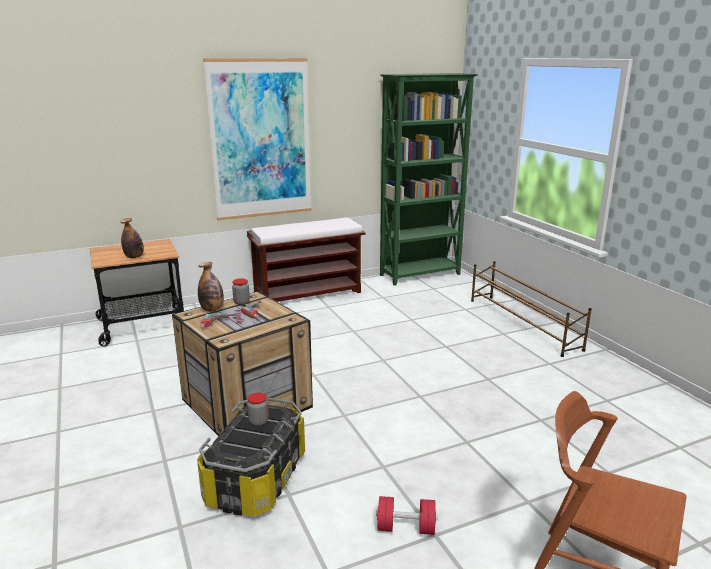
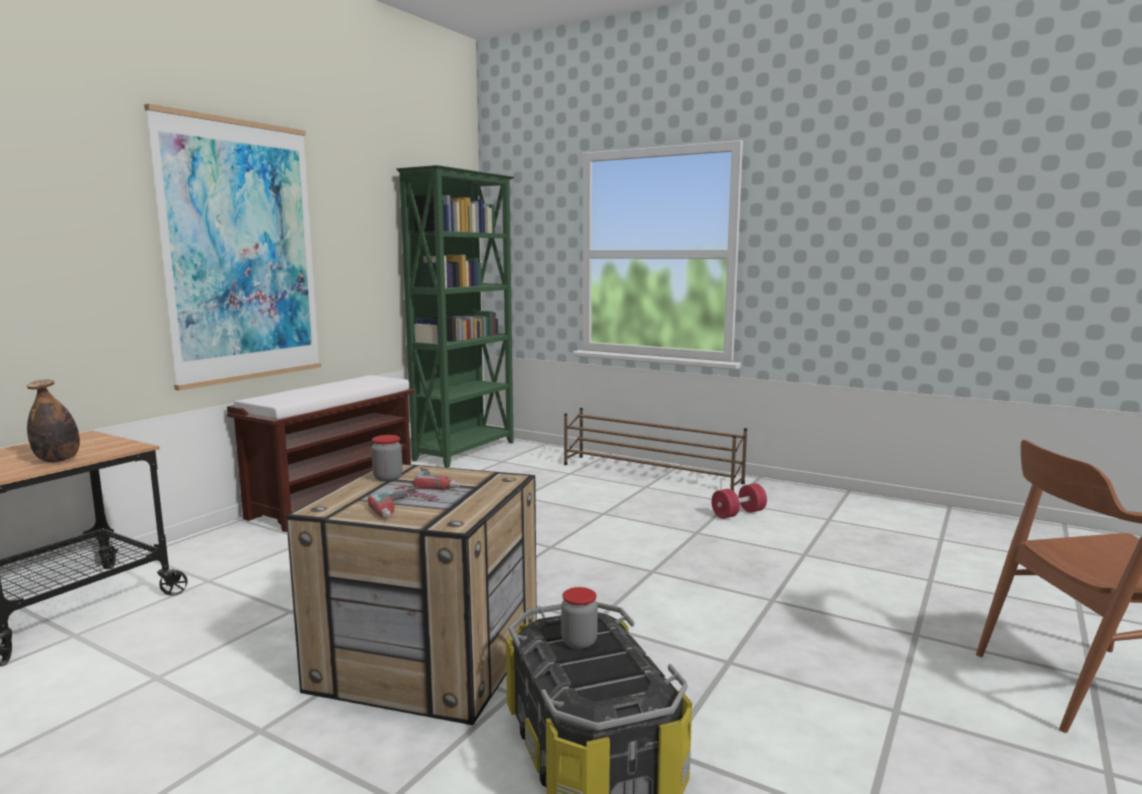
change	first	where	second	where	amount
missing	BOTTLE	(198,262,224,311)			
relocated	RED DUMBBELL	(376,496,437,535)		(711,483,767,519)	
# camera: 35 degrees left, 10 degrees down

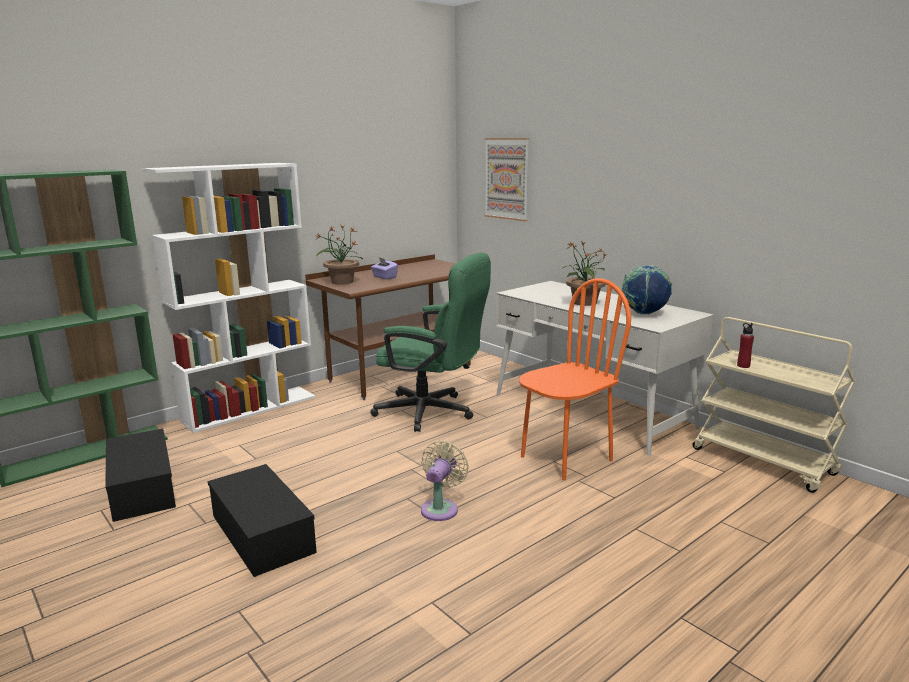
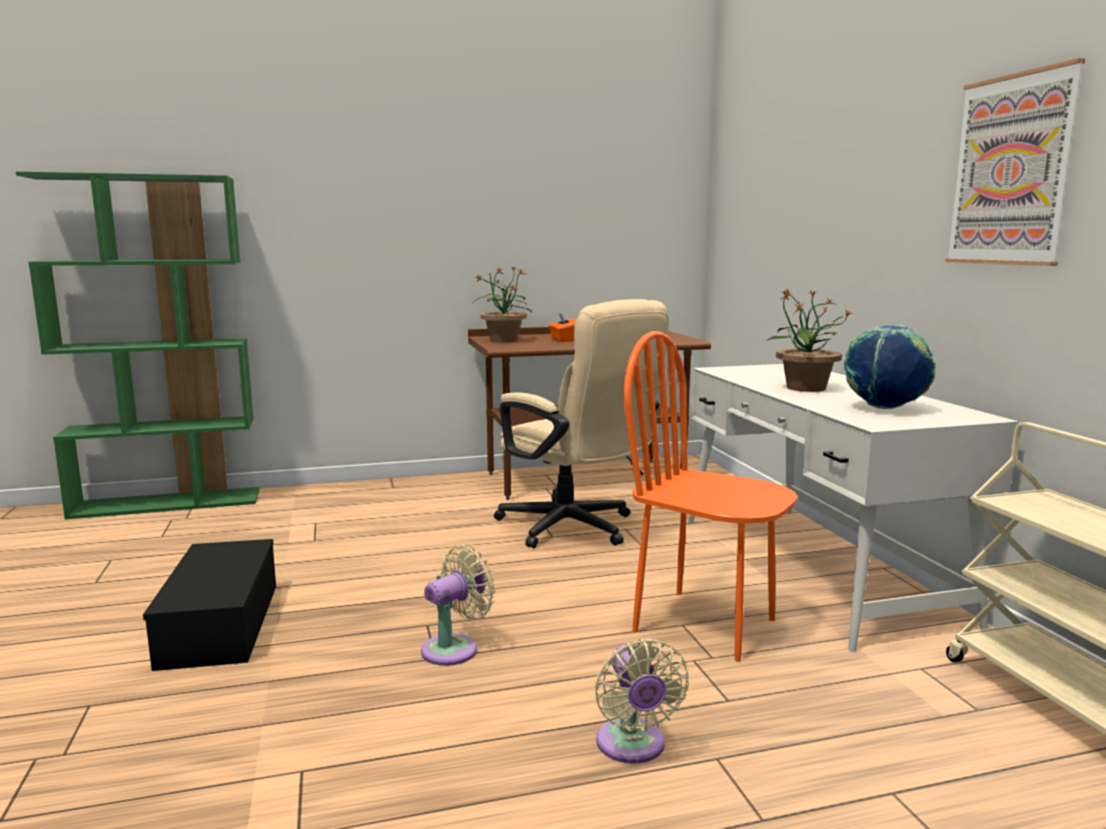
change	first	where	second	where	amount
relocated	PICTURE	(485,138,529,221)		(945,58,1085,266)	
missing	WHITE BOOKCASE	(142,163,315,433)			
colour	GREEN OFFICE CHAIR	(370,252,491,432)	BEIGE OFFICE CHAIR	(494,299,669,548)	
colour	PURPLE TISSUE BOX	(371,258,398,280)	ORANGE TISSUE BOX	(549,312,576,342)	
spun	ORANGE CHAIR	(519,278,631,480)		(624,331,798,662)	135 degrees counterclockwise
missing	RED BOTTLE	(737,323,754,368)			
missing	BLACK STORAGE BOX	(105,429,176,522)			
appeared			BEIGE FAN	(595,639,689,764)	
# camera: 25 degrees right, 5 degrees down

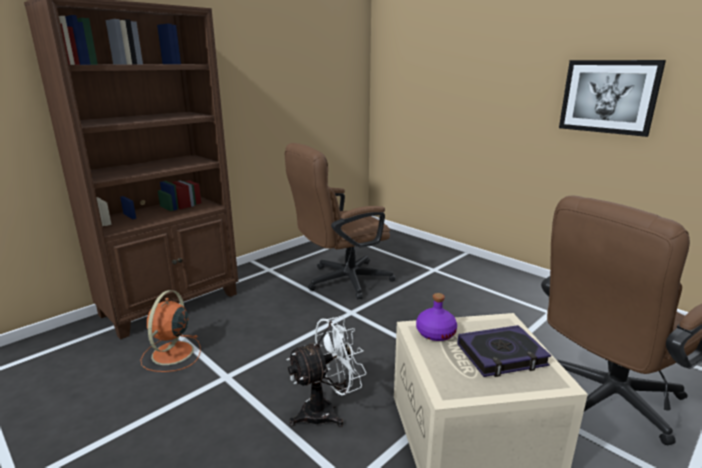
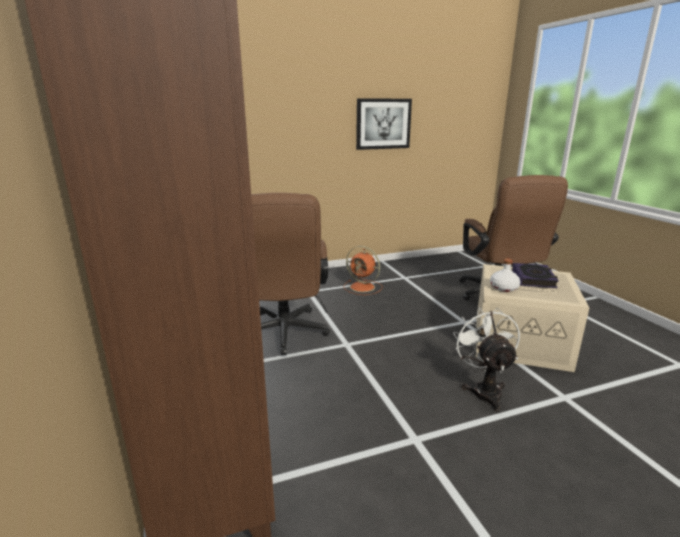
change	first	where	second	where	amount
relocated	ORANGE FAN	(141,290,201,372)		(344,246,383,295)	
colour	PURPLE BOTTLE	(416,293,457,341)	WHITE BOTTLE	(490,258,520,292)	
# camera: 65 degrees left, 0 degrees up

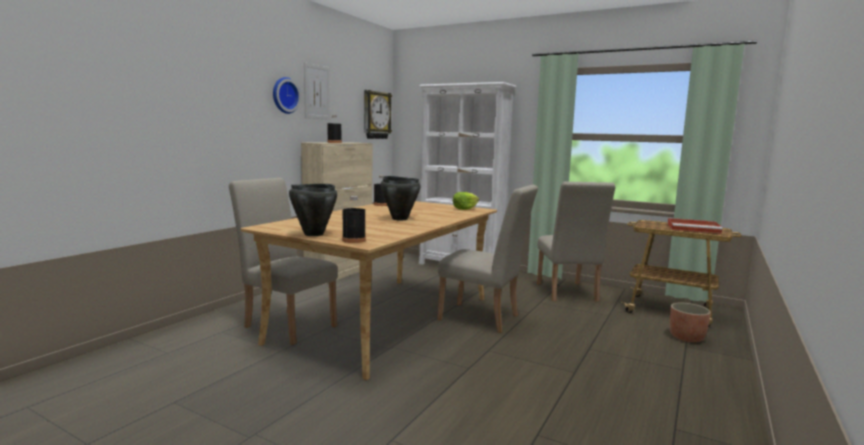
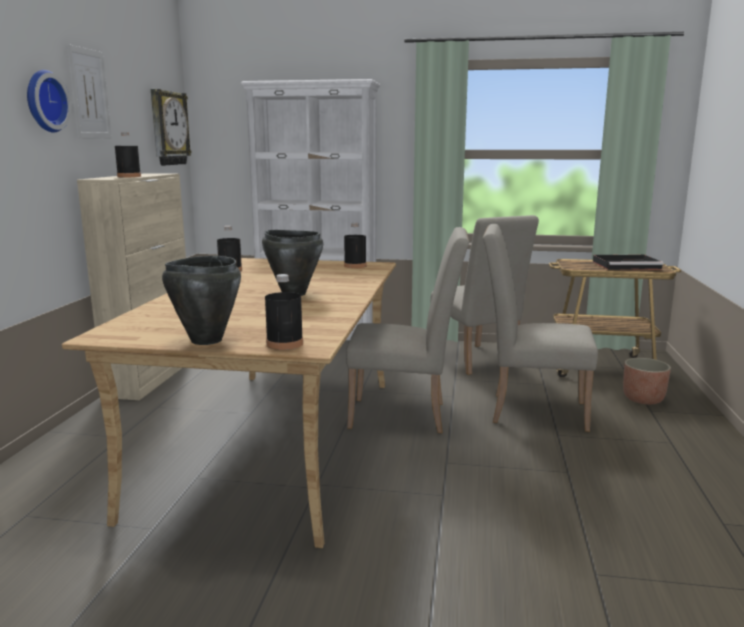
change	first	where	second	where	amount
relocated	BEIGE CHAIR	(229,178,338,345)		(483,224,598,432)	
exchanged	LETTUCE	(453,192,479,210)	BLACK BOTTLE	(344,223,366,268)	
colour	RED TRAY	(668,218,723,234)	BLACK TRAY	(593,255,663,270)	
# camera: 20 degrees left, 5 degrees up

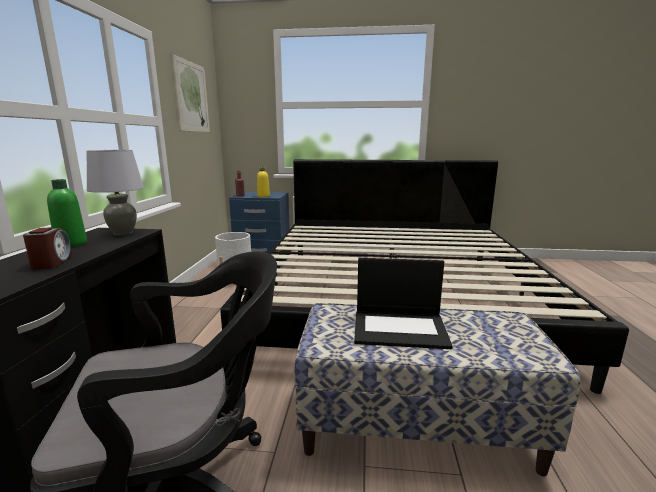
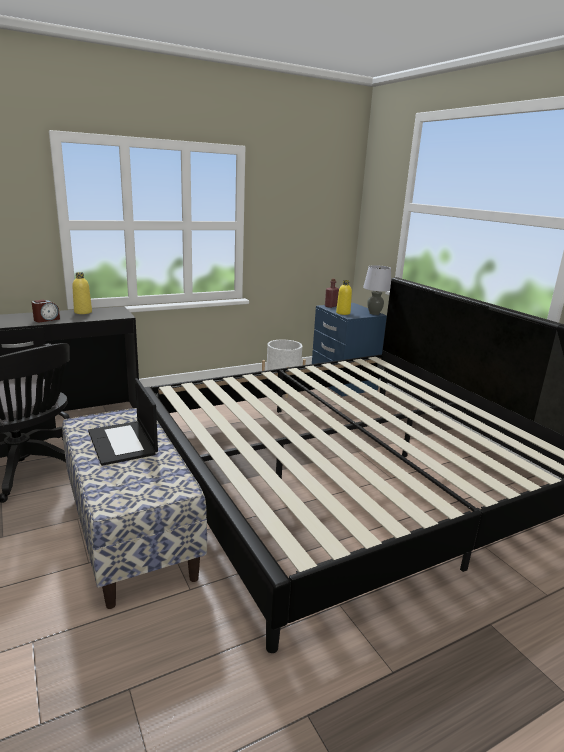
change	first	where	second	where	amount
missing	PICTURE	(172,54,210,132)			
relocated	GREY TABLE LAMP	(86,150,144,235)		(363,265,391,315)	
colour	GREEN BOTTLE	(47,179,87,247)	YELLOW BOTTLE	(72,272,92,314)	
# camera: 55 degrees right, 5 degrees up

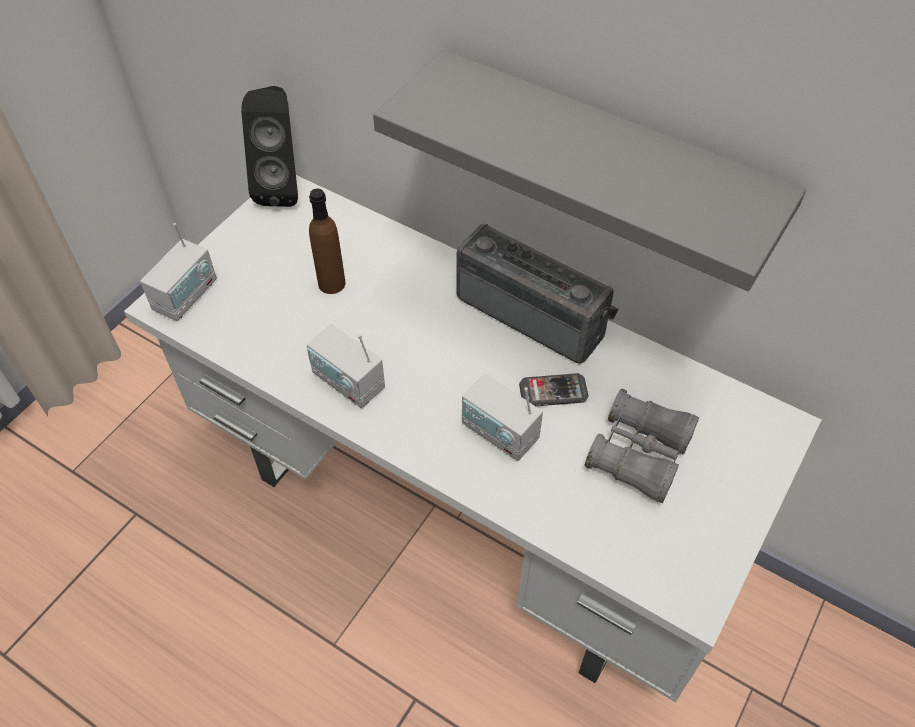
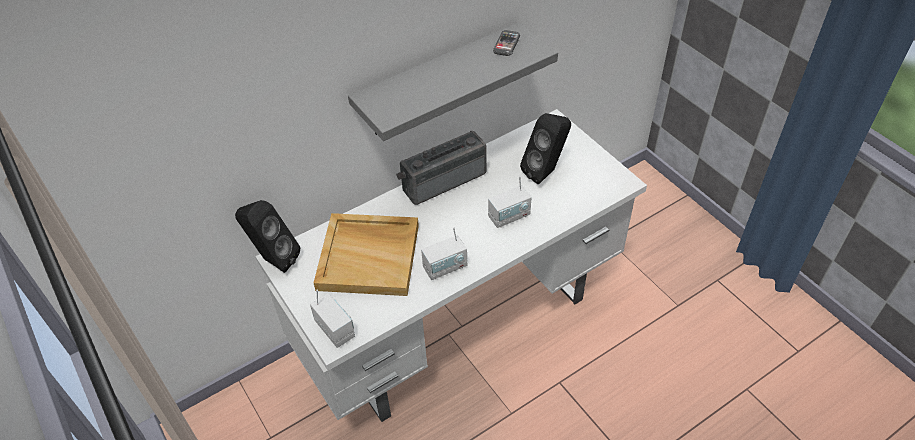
change	first	where	second	where	amount
exchanged	BROWN BOTTLE	(309,189,346,294)	BEIGE TRAY	(314,213,419,296)	
relocated	PHONE	(519,373,588,406)		(493,30,520,56)	
exchanged	GREY BINOCULARS	(585,389,699,503)	BLACK SPEAKER	(520,113,571,184)	
# camera: 65 degrees left, 5 degrees down

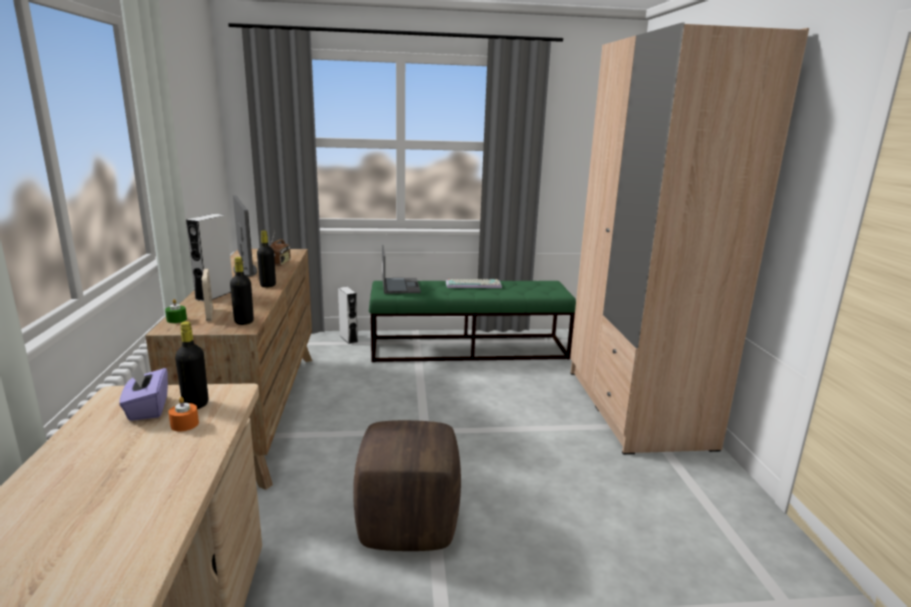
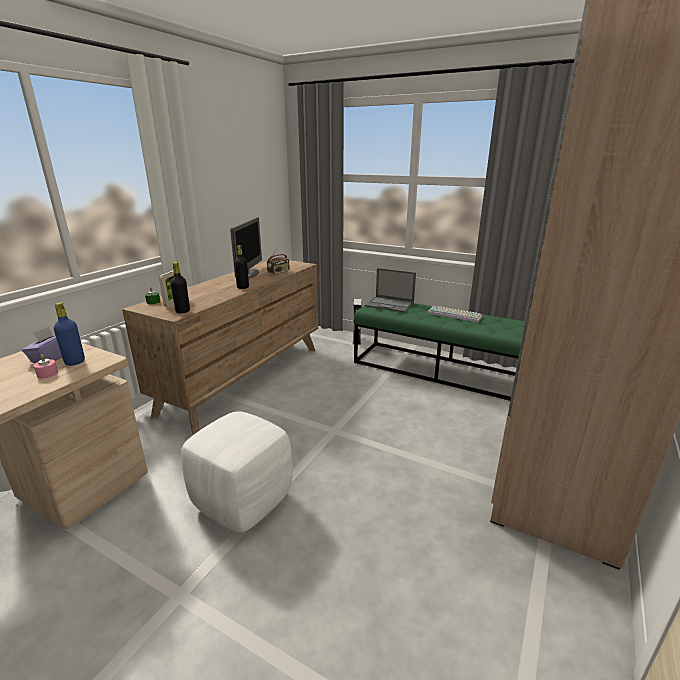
change	first	where	second	where	amount
missing	GREY SPEAKER	(186,214,232,301)			
spun	LAPTOP	(382,245,421,294)		(365,268,416,313)	90 degrees clockwise
colour	BLACK BOTTLE	(175,321,208,409)	BLUE BOTTLE	(54,303,85,366)	
colour	ORANGE CANDLE	(168,397,199,431)	PINK CANDLE	(34,354,58,379)	
colour	BROWN OTTOMAN	(353,420,461,551)	WHITE OTTOMAN	(181,411,293,533)	
# camera: 35 degrees right, 5 degrees up

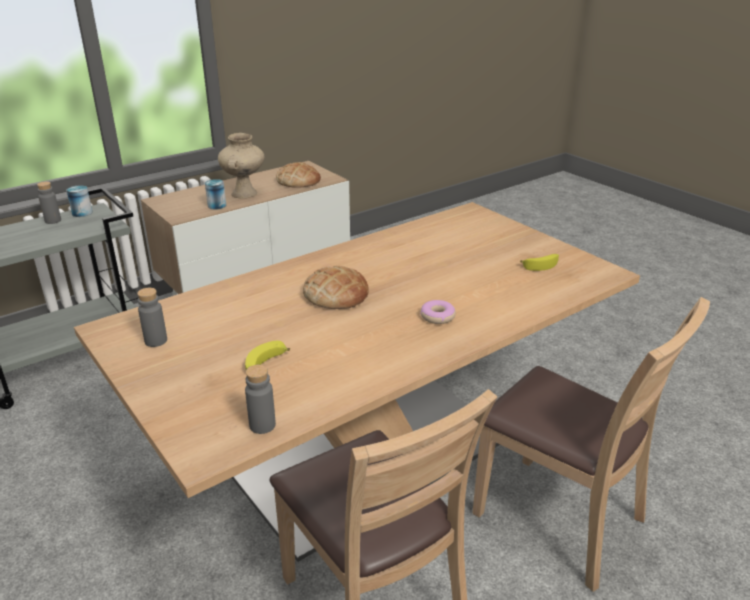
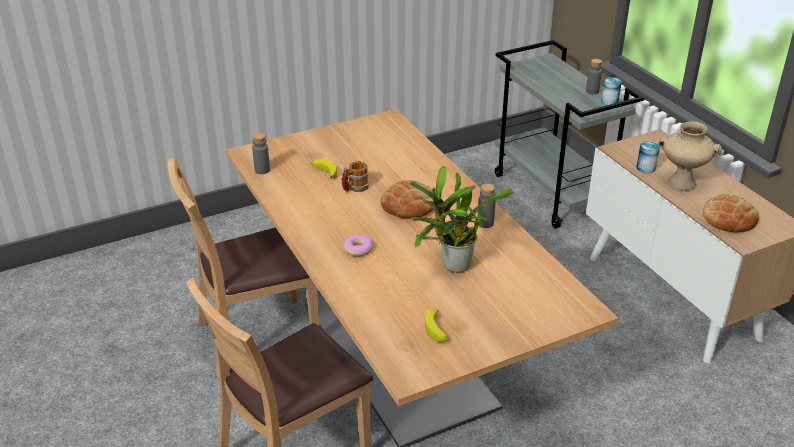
change	first	where	second	where	amount
relocated	GREY BOTTLE	(137,288,167,347)		(478,184,496,228)	
appeared			MUG	(342,161,369,192)	
appeared			POTTED PLANT	(410,166,514,273)	
# camera: 100 degrees right, 5 degrees up

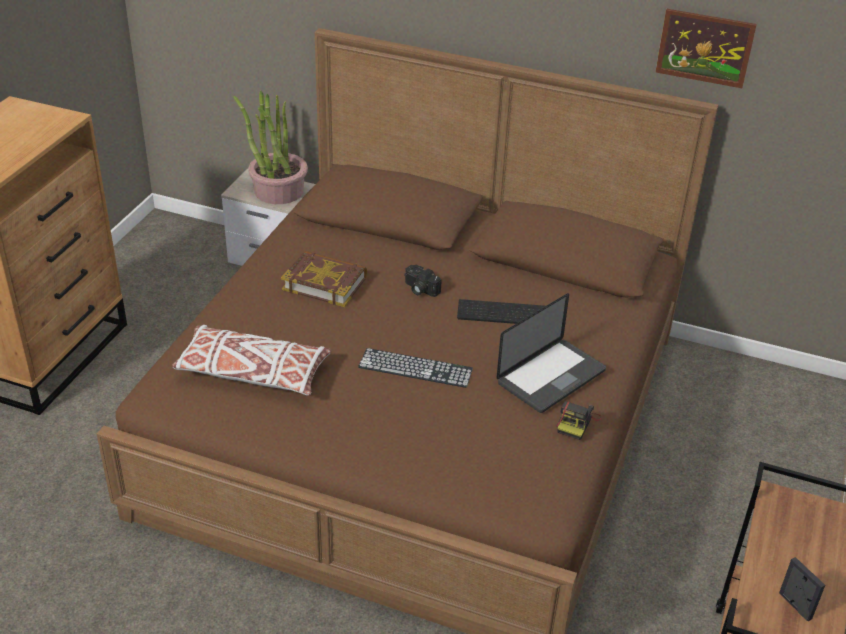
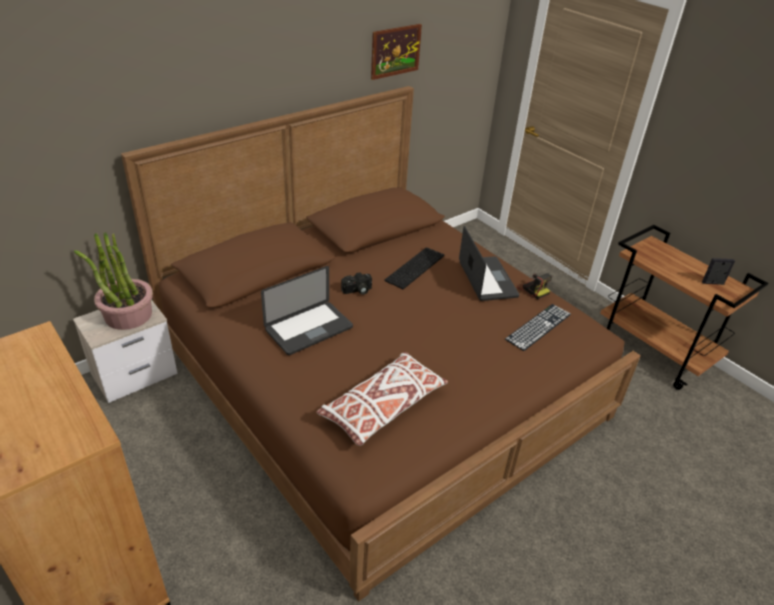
change	first	where	second	where	amount
exchanged	BOOK	(281,251,367,307)	LAPTOP	(261,266,353,355)	
relocated	KEYBOARD	(358,348,473,388)		(505,304,571,351)	
# camera: 60 degrees left, 0 degrees up

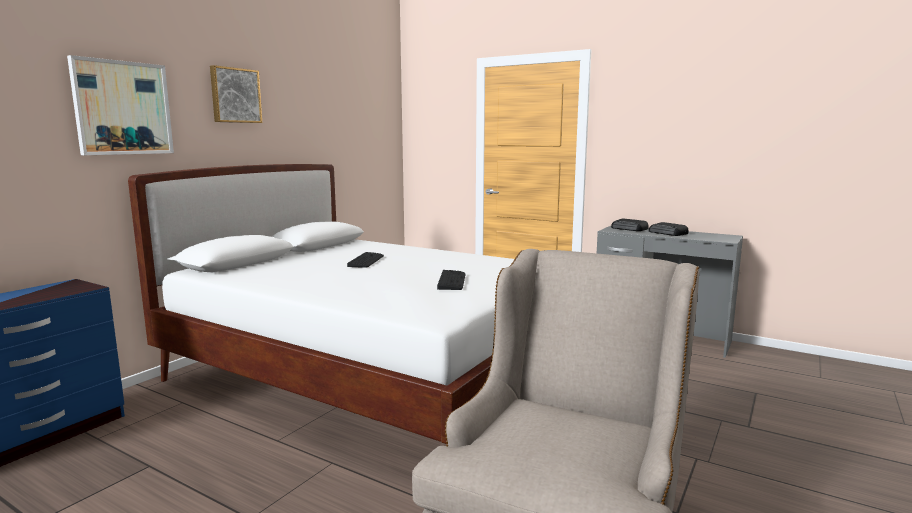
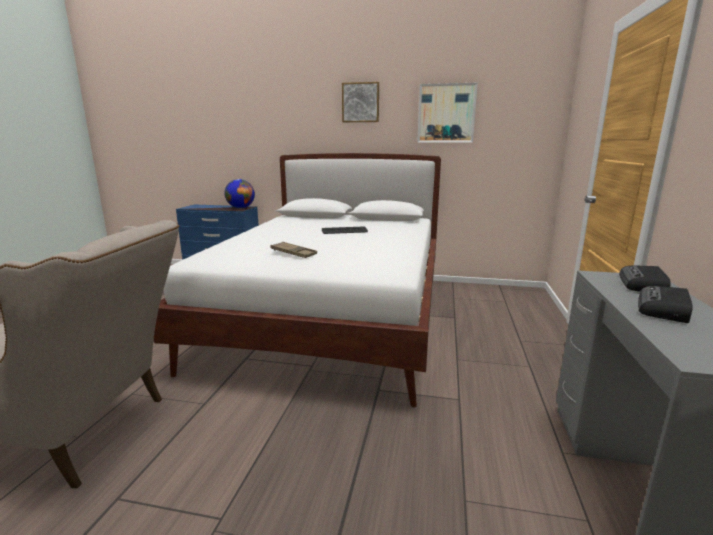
change	first	where	second	where	amount
relocated	PICTURE	(67,55,174,155)		(417,83,478,143)	
exchanged	KEYBOARD	(437,270,465,290)	BROWN TRAY	(270,242,317,258)	
appeared			GLOBE	(224,179,255,209)	
# camera: 70 degrees right, 5 degrees up

